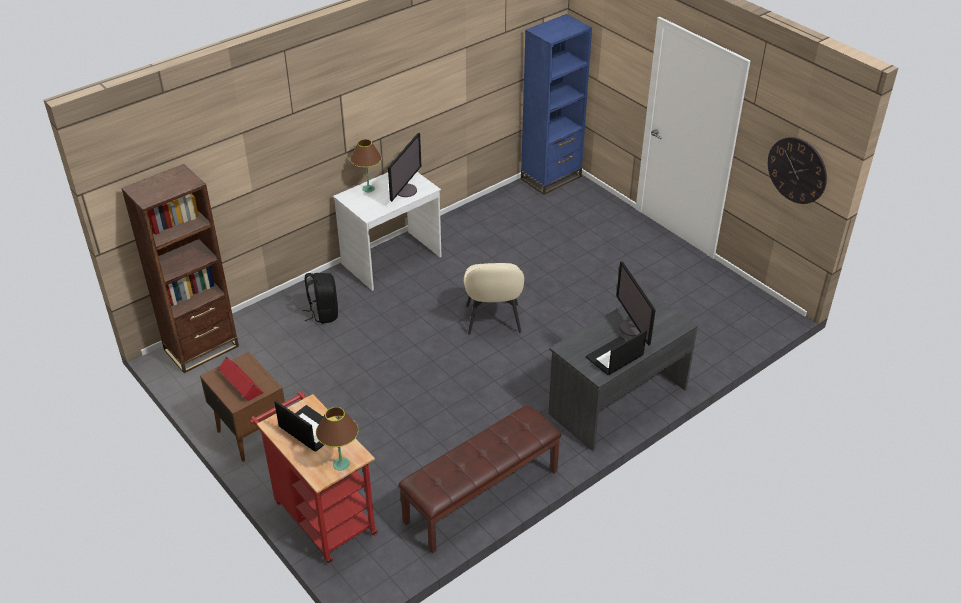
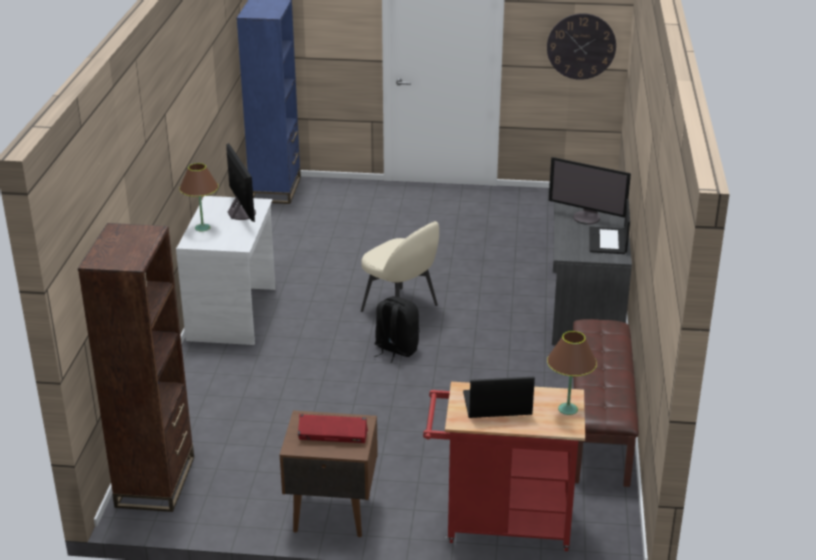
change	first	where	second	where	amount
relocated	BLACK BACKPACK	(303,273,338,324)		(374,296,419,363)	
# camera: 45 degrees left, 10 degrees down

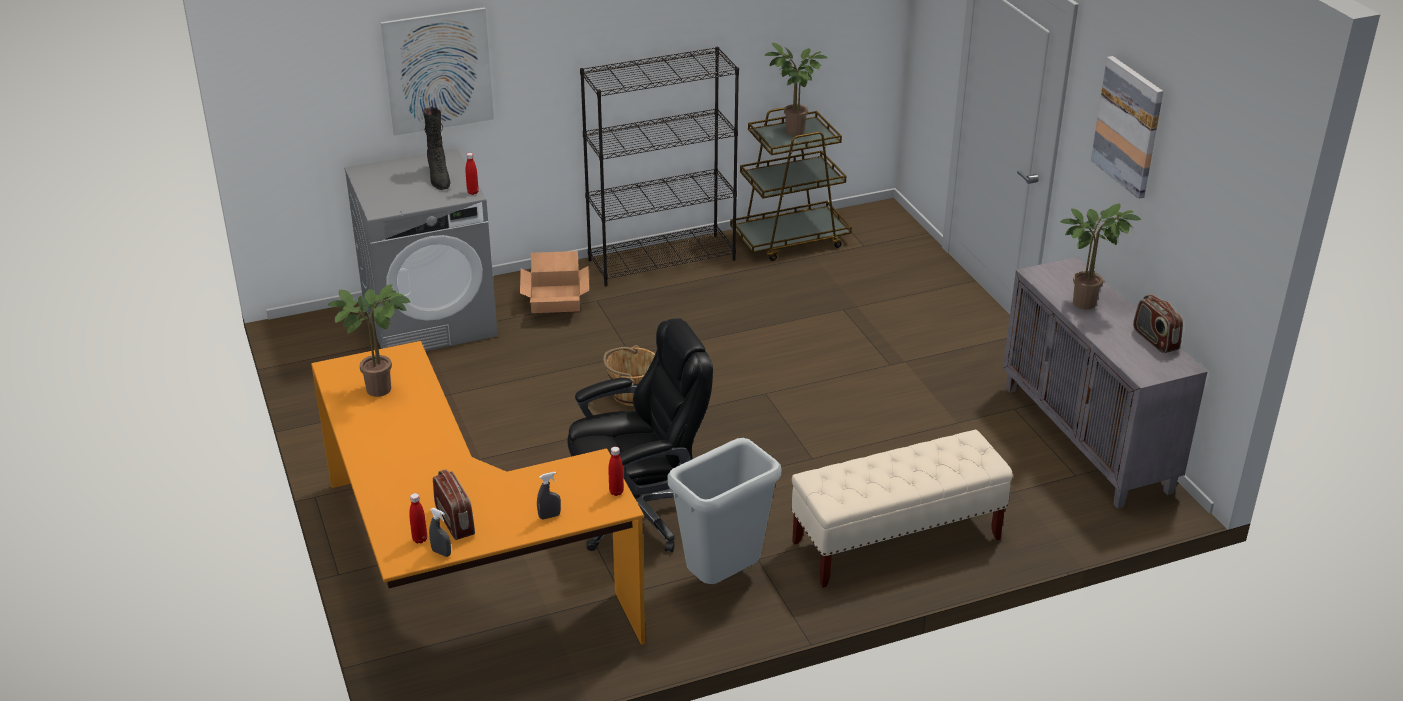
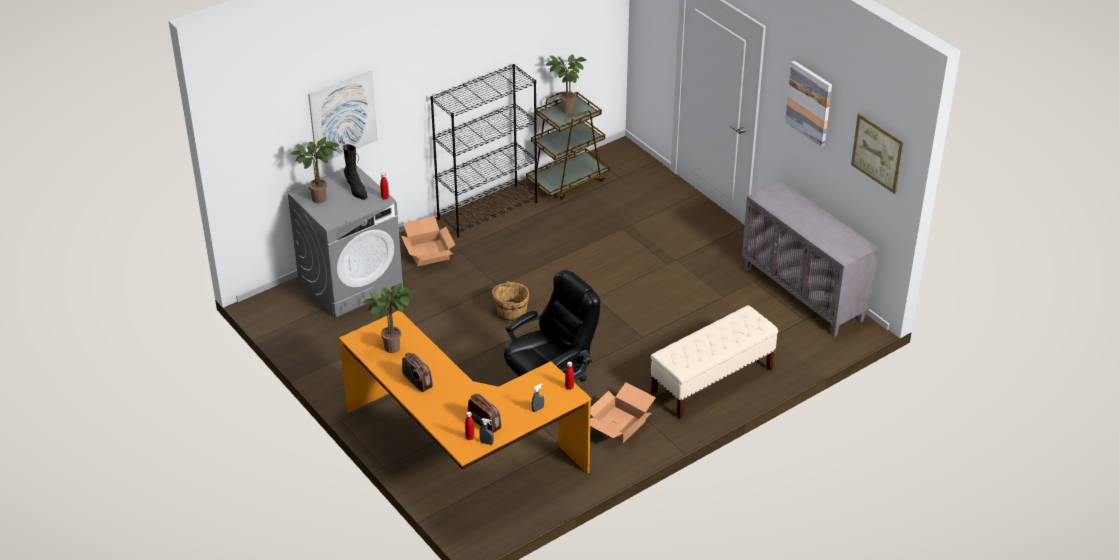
change	first	where	second	where	amount
relocated	POTTED PLANT	(1060,204,1141,310)		(291,137,340,203)	
relocated	RADIO	(1133,295,1183,353)		(402,352,433,392)	
exchanged	GREY TRASH CAN	(667,438,781,584)	CARDBOARD BOX	(590,382,656,443)	
appeared			PICTURE	(851,113,904,194)	
# camera: 15 degrees left, 5 degrees up

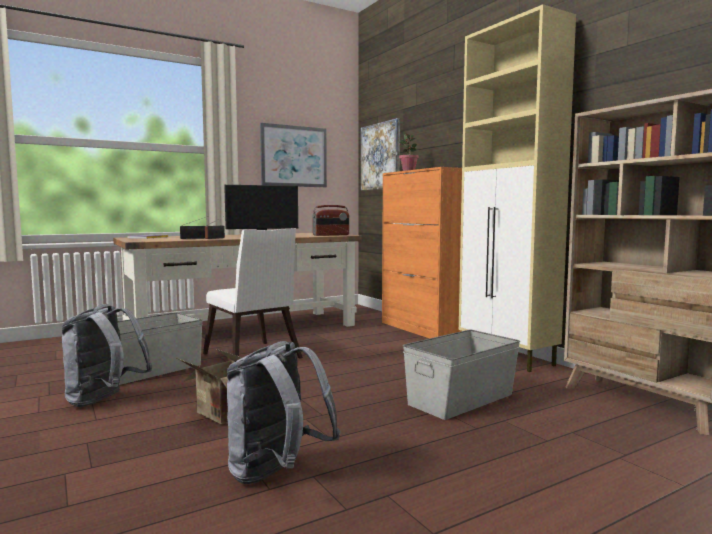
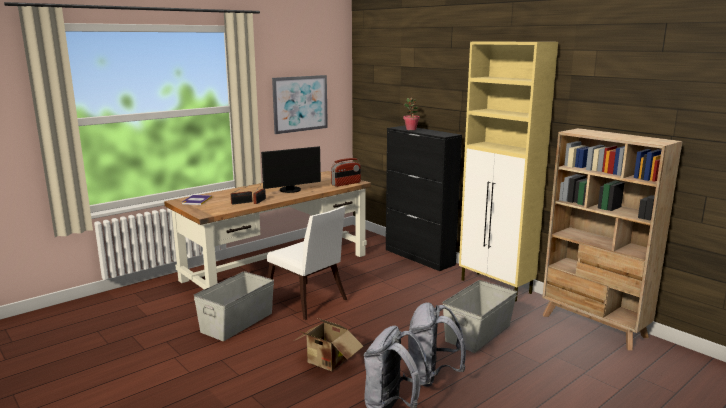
change	first	where	second	where	amount
missing	PICTURE	(361,118,400,190)			
colour	ORANGE CABINET	(382,167,462,338)	BLACK CABINET	(386,126,462,271)	
relocated	GREY BACKPACK	(62,304,152,407)		(408,302,466,387)	
# camera: 10 degrees left, 10 degrees up

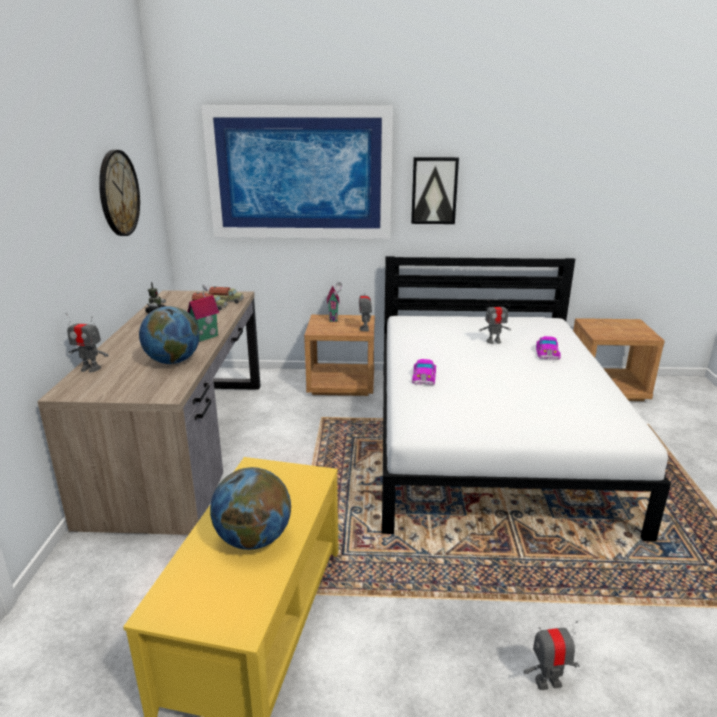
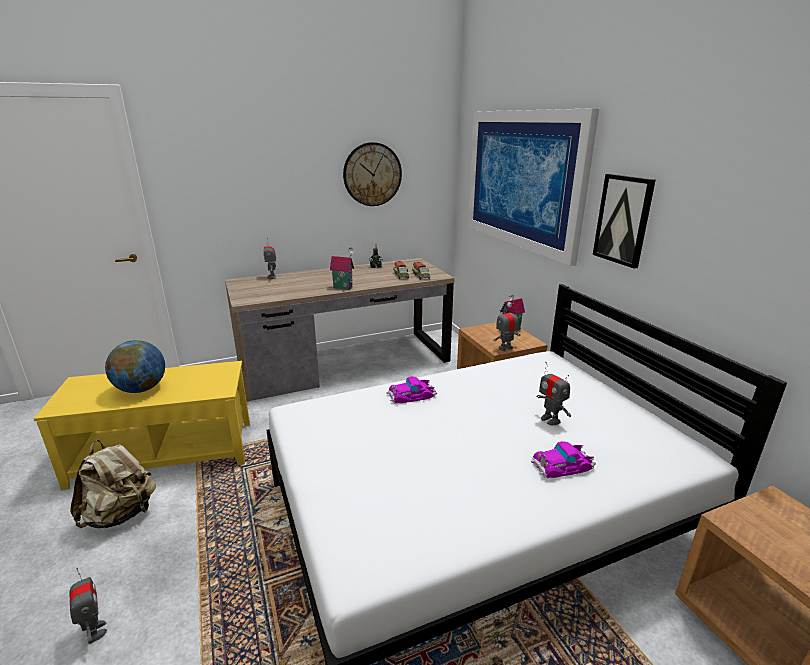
change	first	where	second	where	amount
missing	GLOBE	(139,306,200,364)			
appeared			BEIGE BACKPACK	(70,440,156,528)	
# camera: 65 degrees right, 0 degrees up

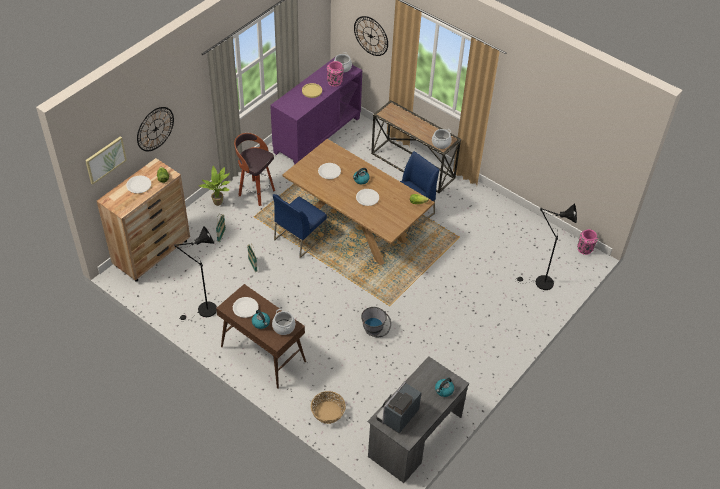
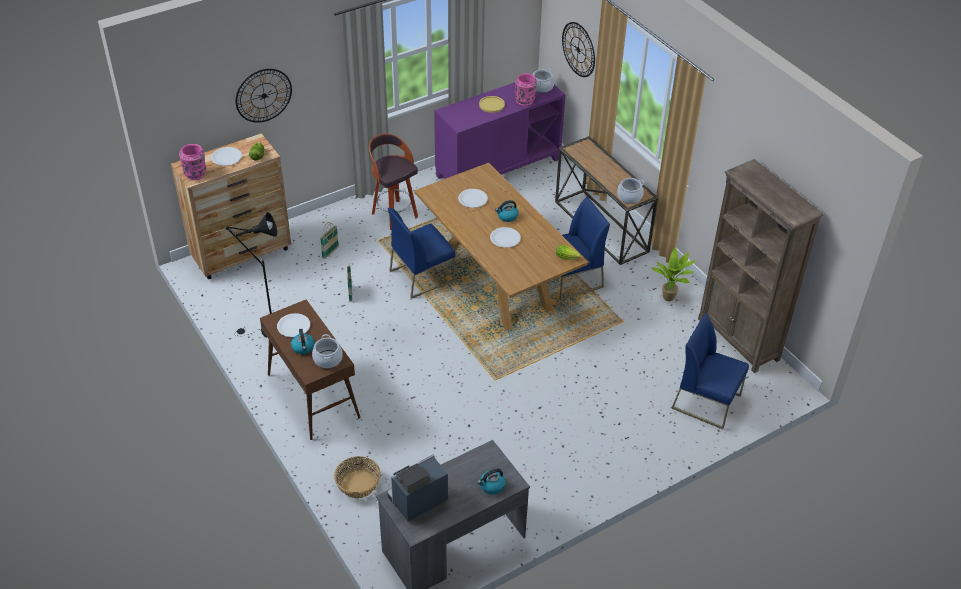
change	first	where	second	where	amount
missing	PICTURE	(85,136,127,185)			
relocated	POTTED PLANT	(198,166,231,206)		(651,247,695,301)	
exchanged	BLACK FLOOR LAMP	(515,204,577,290)	BLUE CHAIR	(672,314,749,429)	
relocated	PINK VASE	(577,229,598,255)		(179,144,206,180)	
missing	GREY BUCKET	(361,307,391,337)			
appeared			BROWN BOOKCASE	(698,159,824,373)	
# camera: 20 degrees right, 5 degrees down

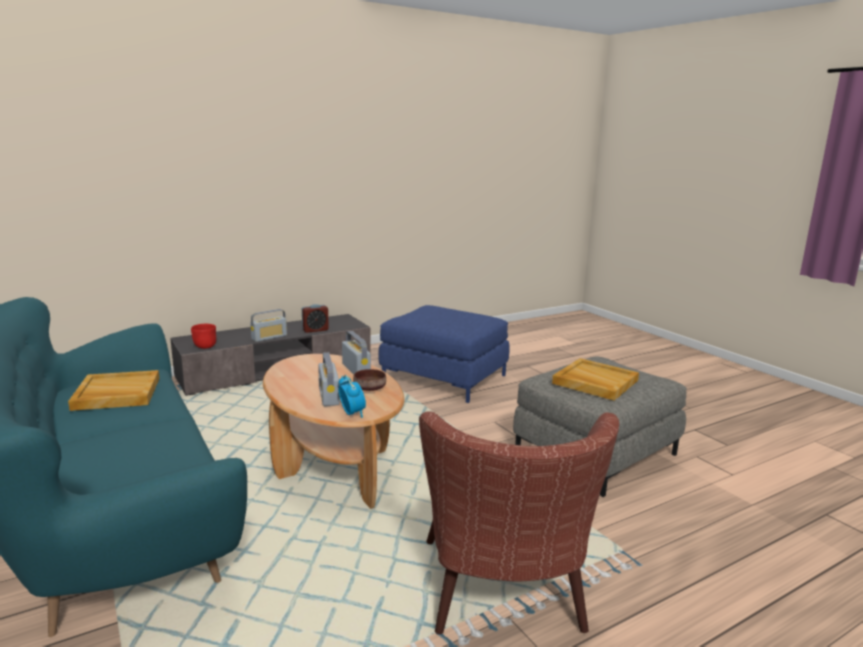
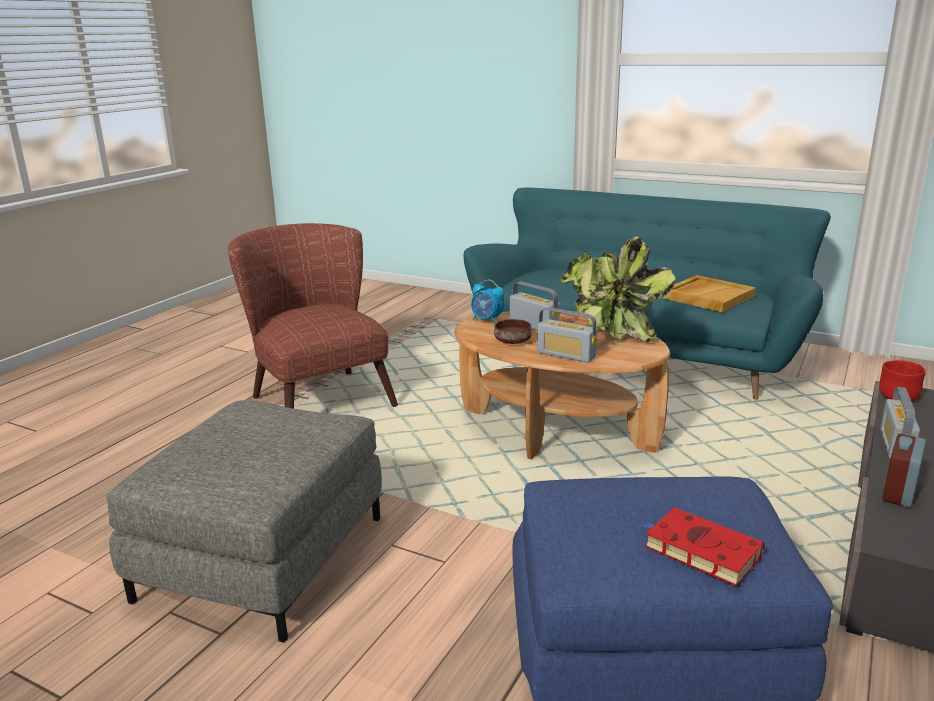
change	first	where	second	where	amount
missing	BEIGE TRAY	(552,358,639,401)			
appeared			POTTED PLANT	(560,236,676,343)	
appeared			RED BOOK	(644,507,764,586)	
# camera: 150 degrees right, 5 degrees up

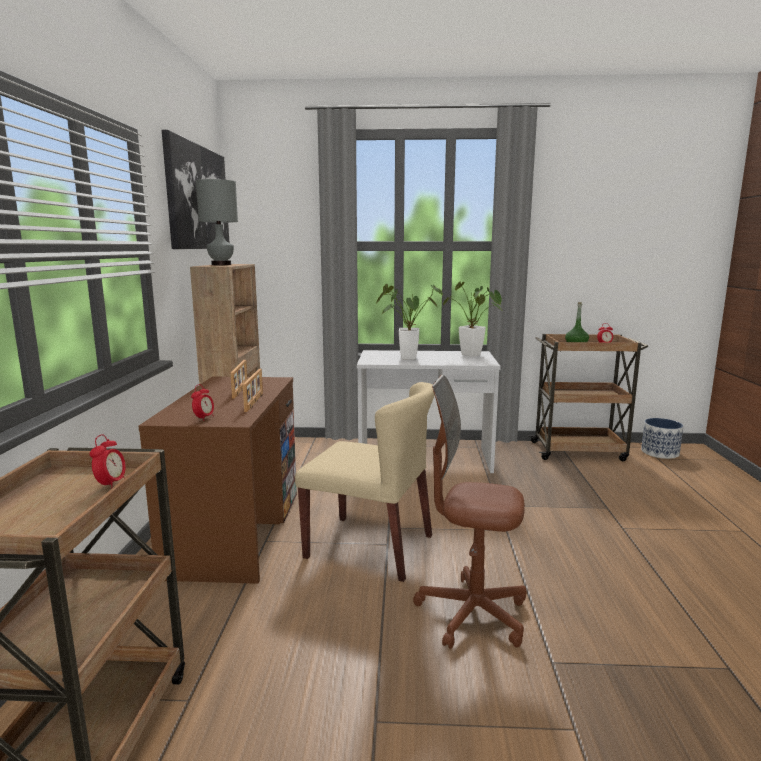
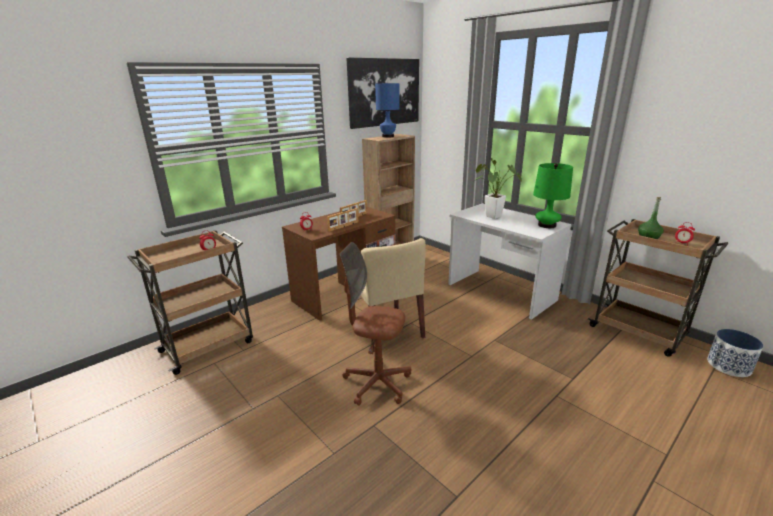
change	first	where	second	where	amount
colour	GREY TABLE LAMP	(196,179,238,265)	BLUE TABLE LAMP	(375,83,400,138)	
exchanged	POTTED PLANT	(443,282,502,357)	GREEN TABLE LAMP	(533,163,573,228)	
spun	BROWN OFFICE CHAIR	(413,375,527,649)		(340,242,411,406)	45 degrees counterclockwise
# camera: 45 degrees right, 10 degrees up

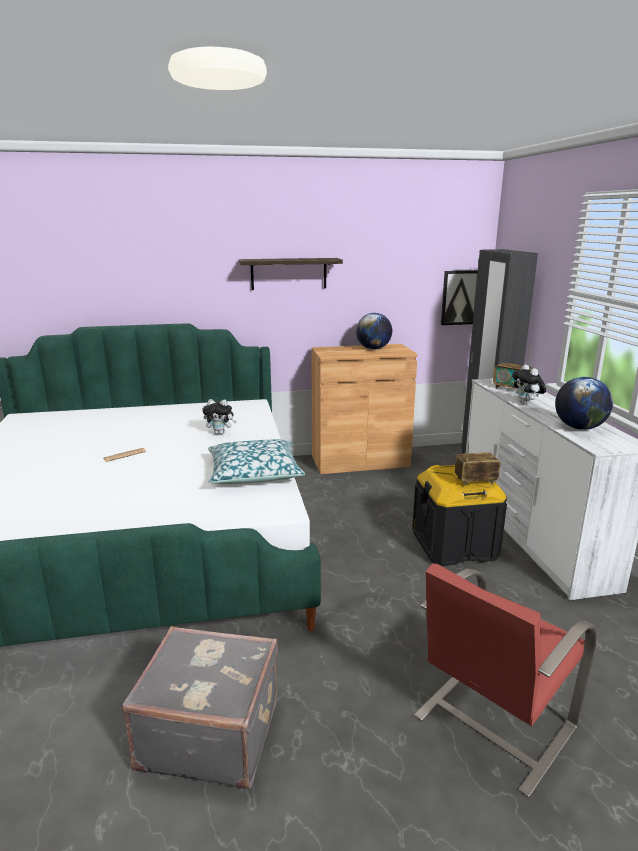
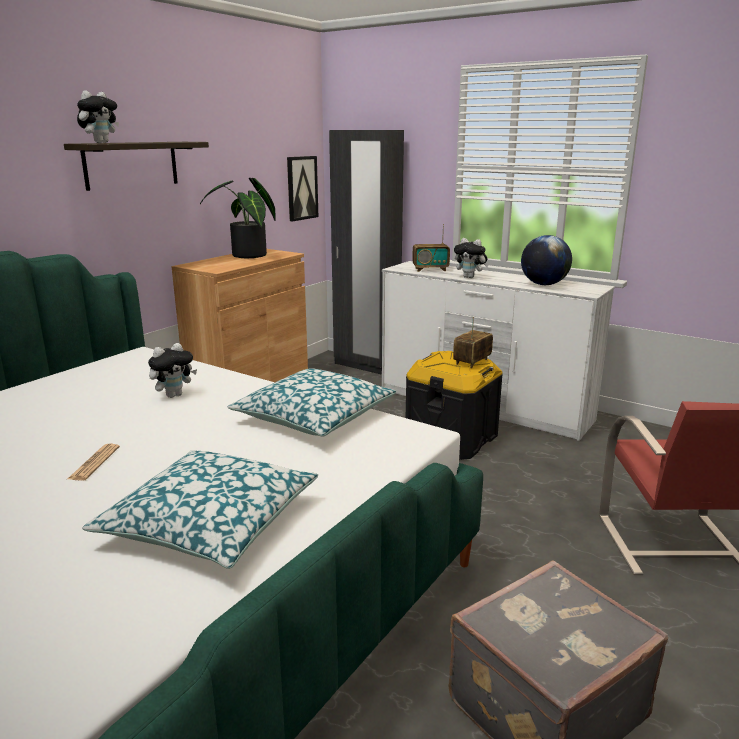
change	first	where	second	where	amount
exchanged	GLOBE	(356,313,392,350)	POTTED PLANT	(200,178,276,258)	
appeared			PLUSH TOY	(77,90,119,143)	
appeared			PILLOW	(82,450,318,569)	
# camera: 45 degrees left, 0 degrees up

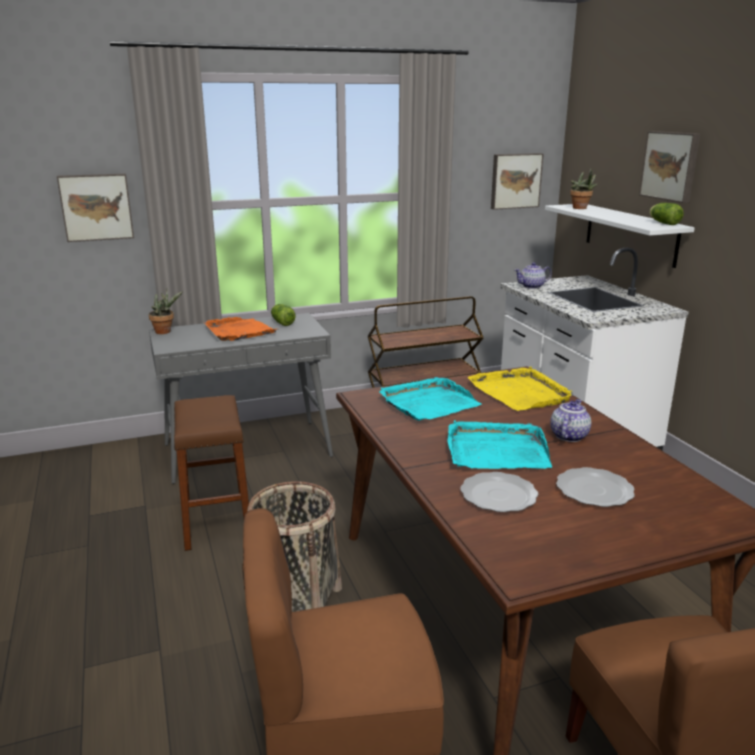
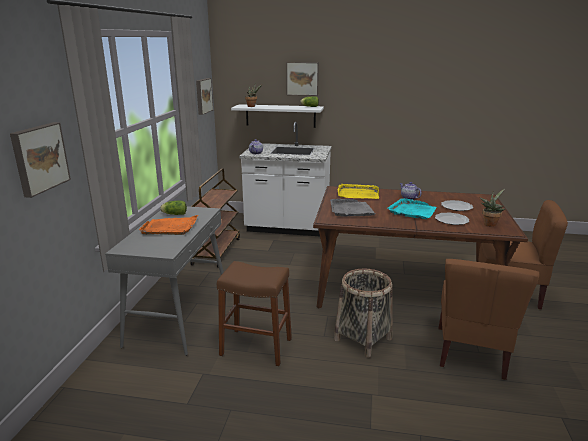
change	first	where	second	where	amount
relocated	POTTED PLANT	(149,289,183,334)		(479,189,505,227)	
colour	TURQUOISE TRAY	(380,377,482,421)	GREY TRAY	(330,199,377,217)	
# camera: 60 degrees left, 0 degrees up

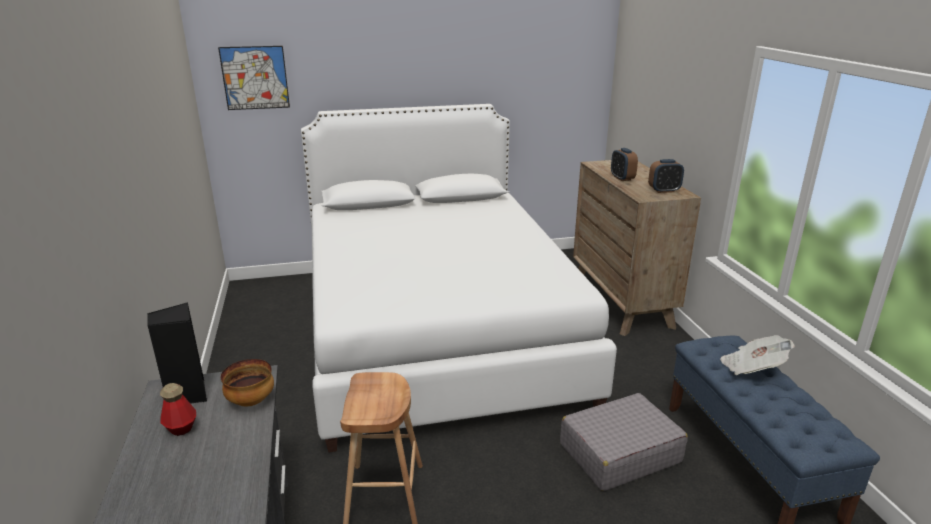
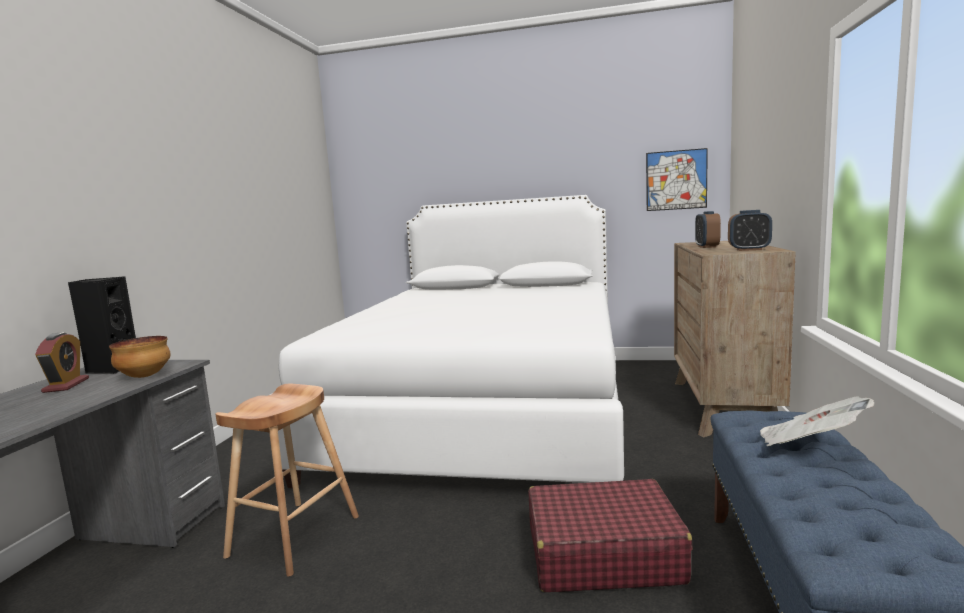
change	first	where	second	where	amount
relocated	PICTURE	(218,46,290,110)		(646,148,708,211)	
exchanged	BOTTLE	(160,383,196,436)	ALARM CLOCK	(35,332,89,393)	
colour	GREY SUITCASE	(560,393,688,491)	RED SUITCASE	(528,479,693,592)	
# camera: 25 degrees right, 15 degrees down

